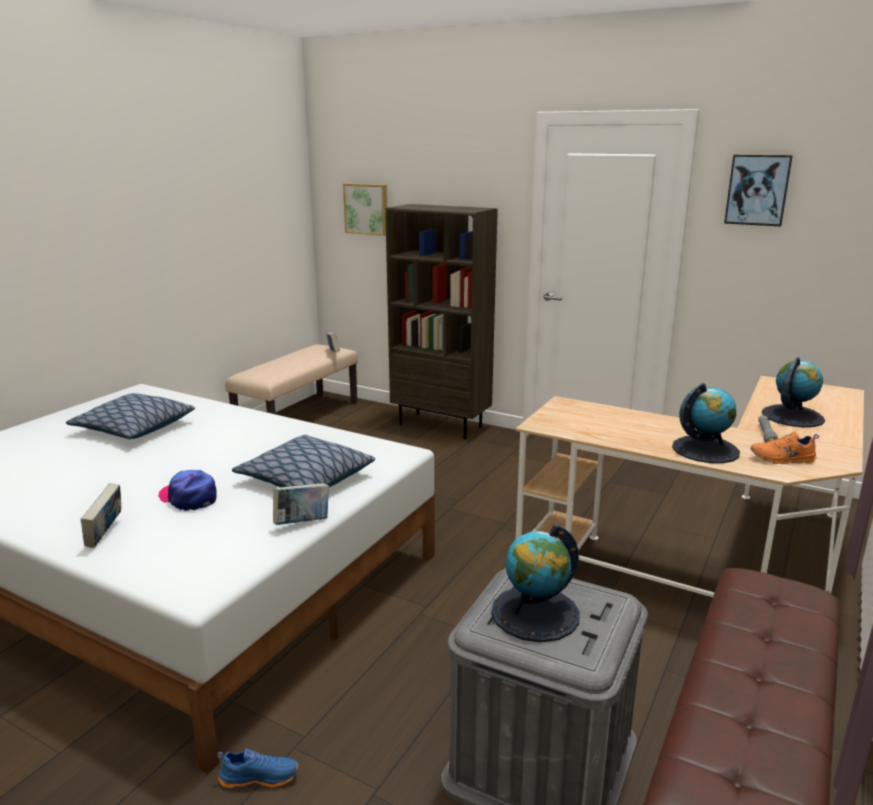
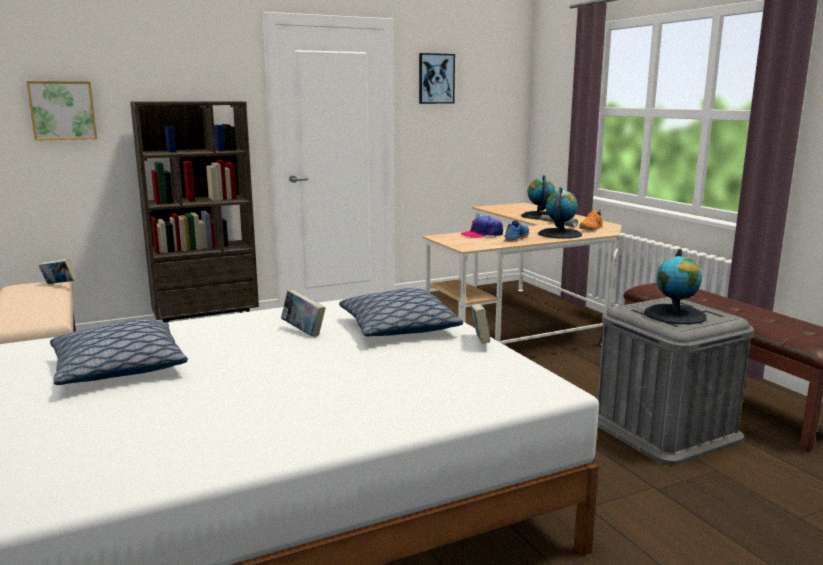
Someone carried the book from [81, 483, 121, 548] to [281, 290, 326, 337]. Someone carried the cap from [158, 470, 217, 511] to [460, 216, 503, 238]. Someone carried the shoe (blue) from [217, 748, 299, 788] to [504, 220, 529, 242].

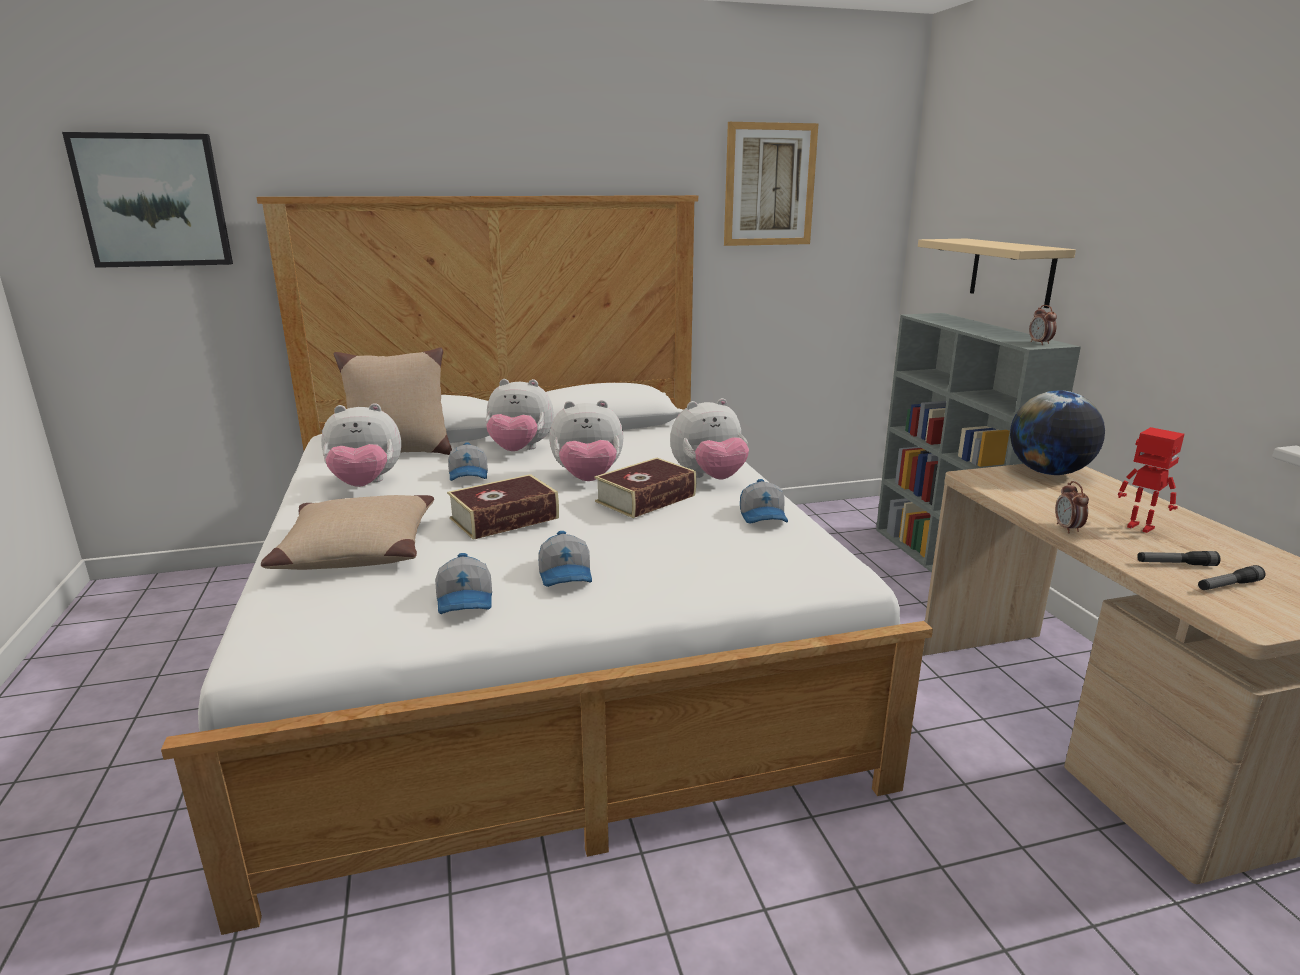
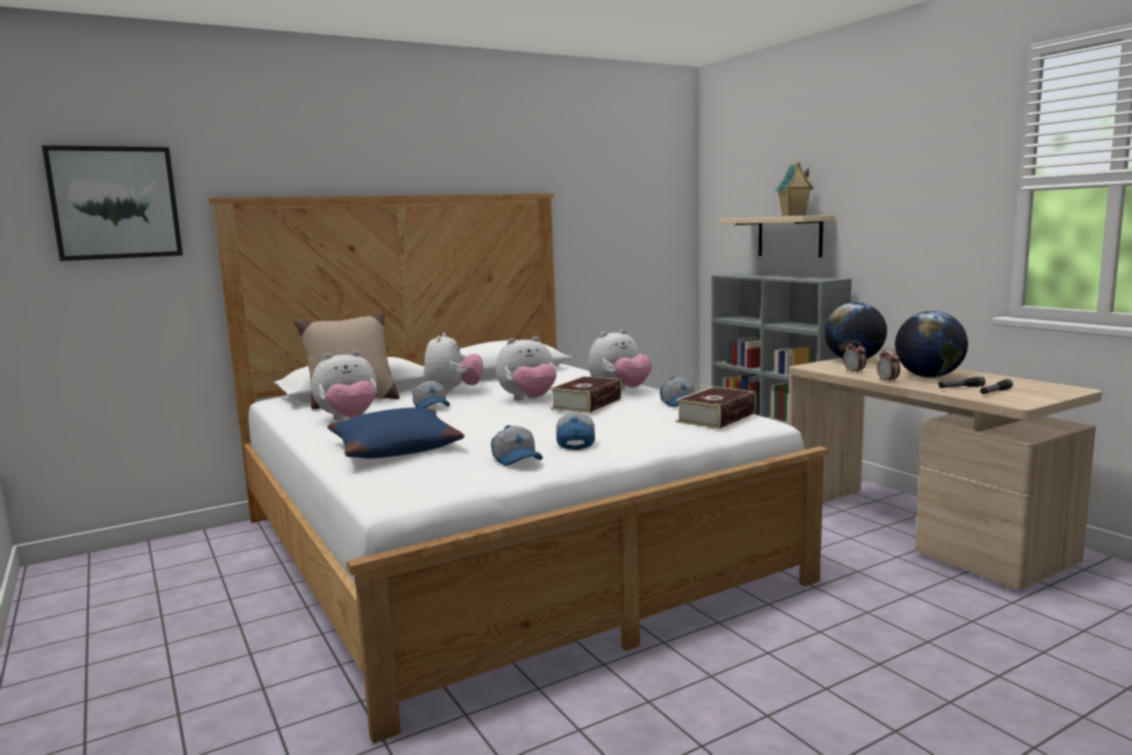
Someone took away the picture at [724, 122, 819, 246]. Someone put down the toy house at [776, 162, 813, 216]. Someone carried the book from [447, 474, 559, 540] to [676, 387, 756, 429]. Someone carried the alarm clock from [1029, 305, 1057, 345] to [843, 341, 867, 374]. Someone swapped the toy robot at [1118, 427, 1185, 533] for the globe at [895, 311, 968, 378]. Someone repainted the pillow (beige) at [261, 495, 434, 570], which became the pillow (blue) at [327, 408, 464, 458]. Someone rotated the plush toy at [485, 379, 554, 451] by 75 degrees counterclockwise. Someone rotated the cap at [539, 531, 592, 587] by 150 degrees counterclockwise.

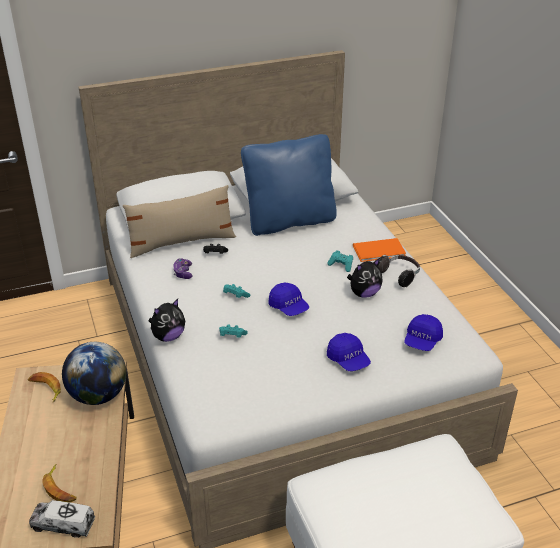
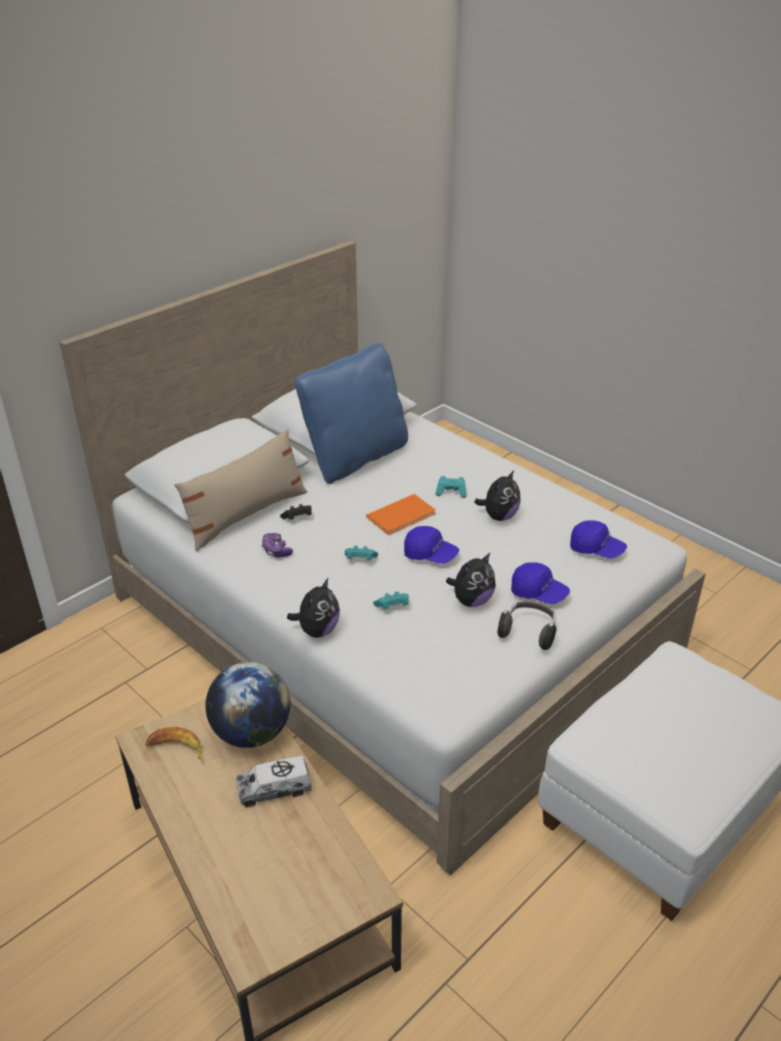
Someone took away the banana at [42, 464, 77, 503]. Someone put down the plush toy at [446, 553, 496, 607]. Someone carried the toy truck from [29, 500, 95, 538] to [236, 756, 312, 808]. Someone carried the book (orange) from [353, 238, 406, 262] to [366, 494, 436, 535]. Someone carried the headphones from [378, 255, 420, 287] to [497, 602, 557, 650]. Someone rotated the cap (blue) at [404, 314, 443, 351] by 60 degrees counterclockwise.

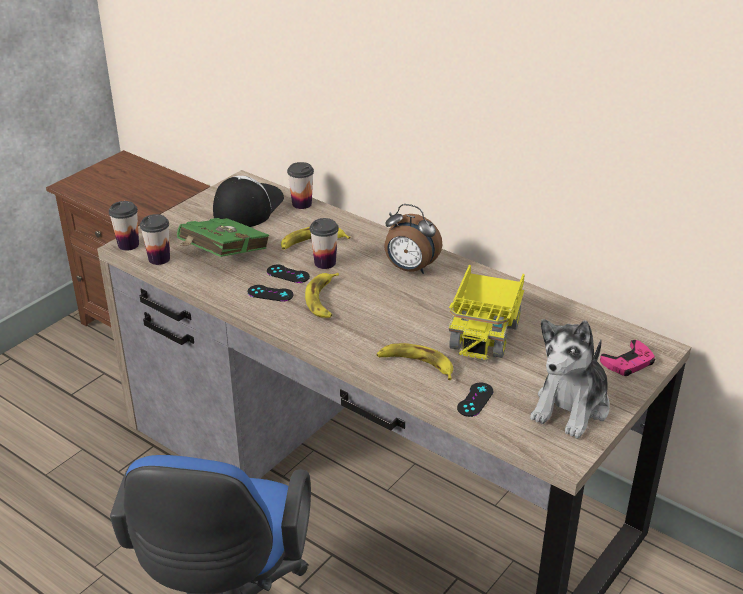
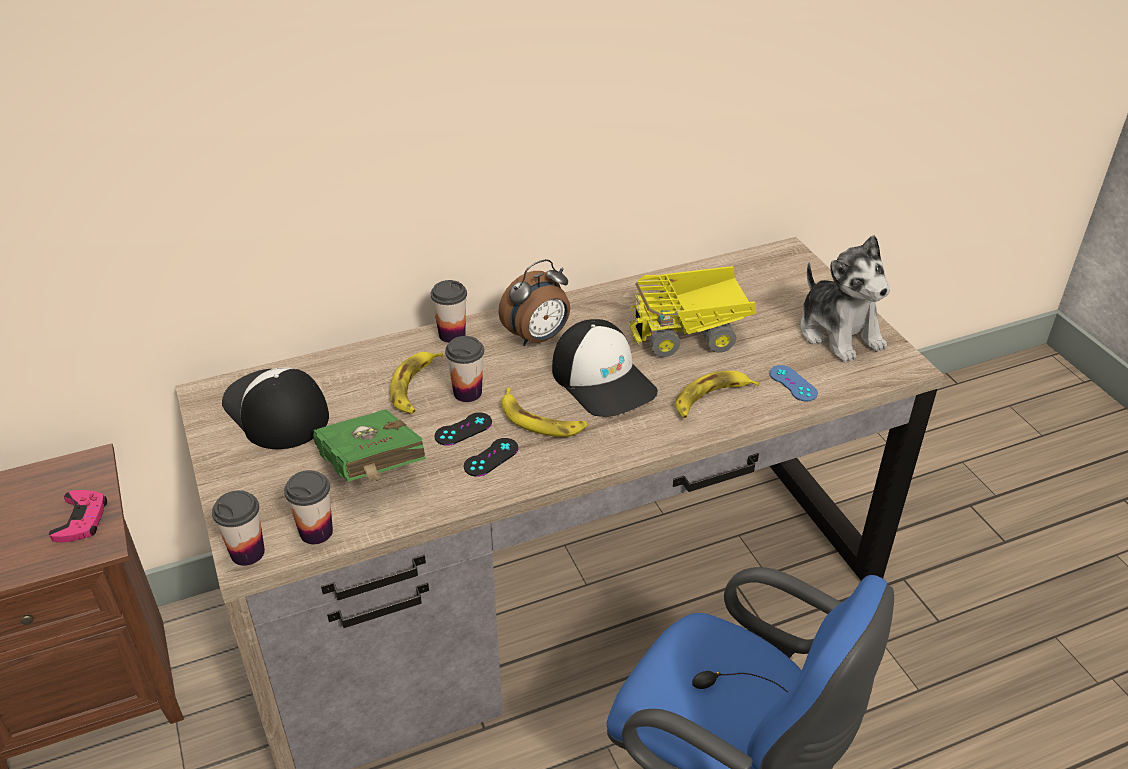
Someone put down the cap at [552, 319, 658, 417]. Someone carried the cup from [287, 162, 314, 209] to [431, 280, 467, 343]. Someone carried the game controller (pink) from [600, 340, 655, 376] to [49, 490, 107, 542]. Someone repainted the game controller (black) at [457, 382, 493, 417], which became the game controller (blue) at [769, 365, 818, 401]. Someone rotated the toy truck at [449, 265, 525, 361] by 120 degrees clockwise.

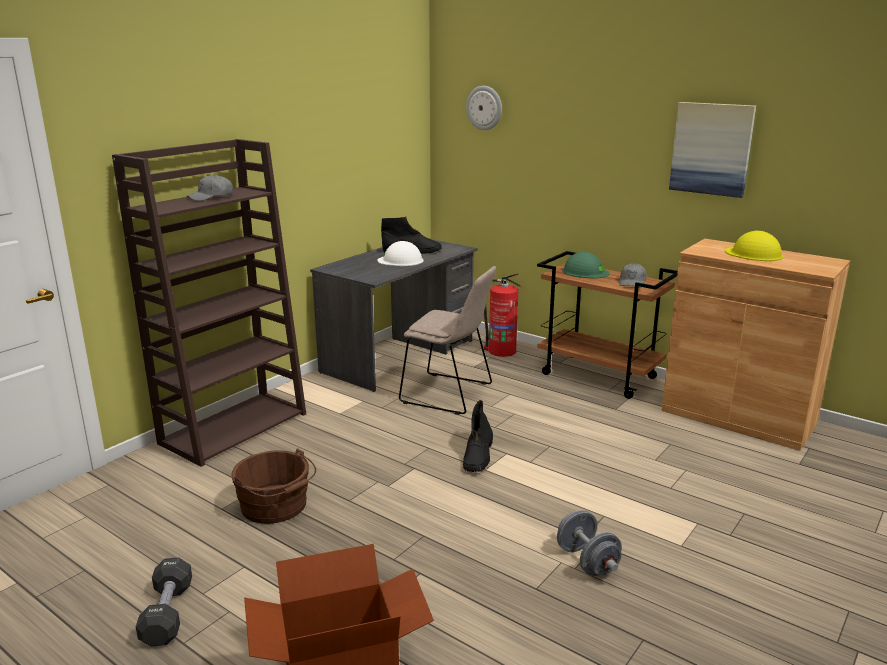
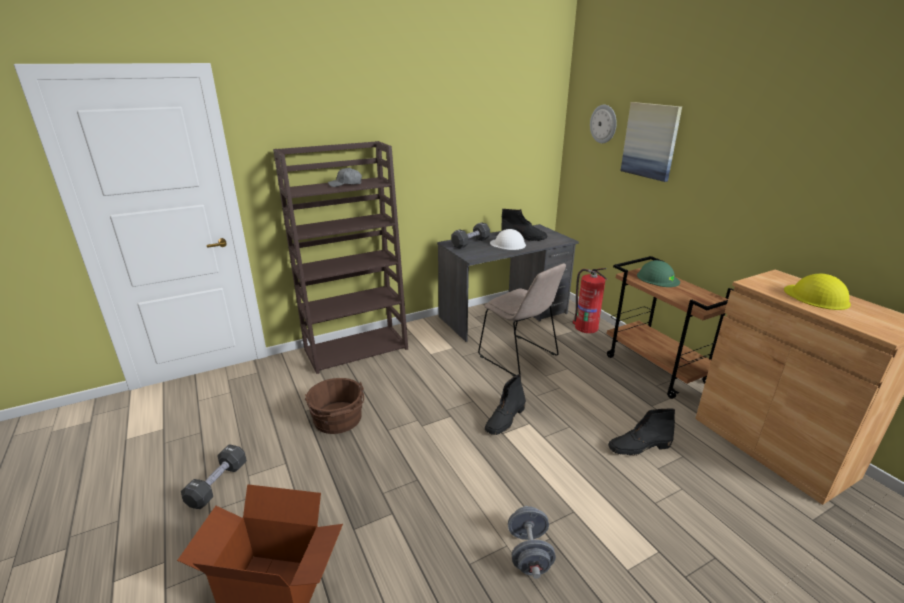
Someone took away the cap (grey) at [619, 263, 646, 288]. Someone put down the dumbbell (black) at [451, 222, 490, 249]. Someone put down the boot (black) at [608, 408, 675, 456]. Someone carried the picture from [669, 102, 756, 198] to [621, 102, 682, 182].

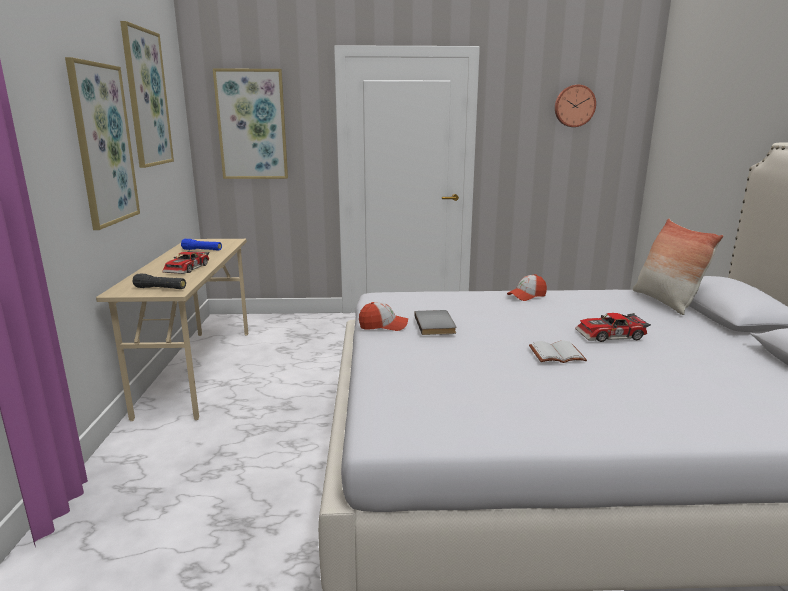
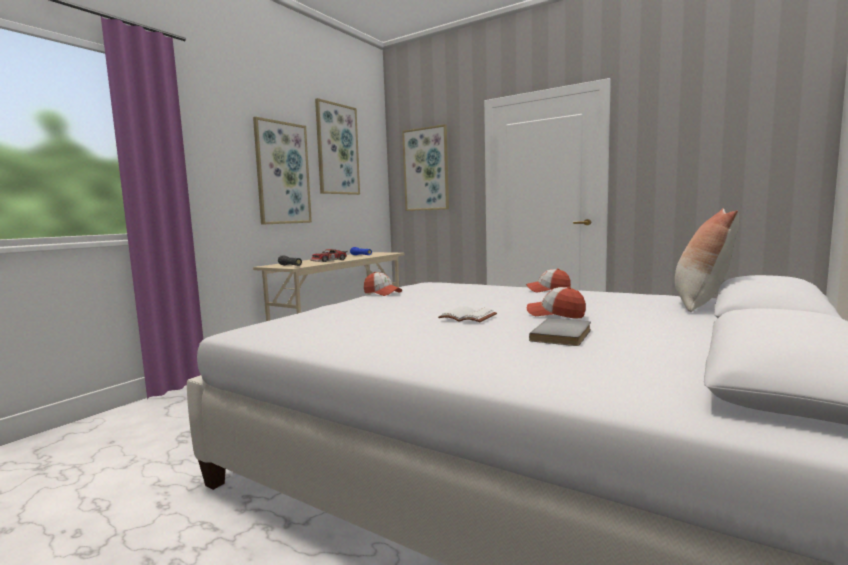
Someone took away the wall clock at [555, 85, 596, 127]. Someone carried the book (grey) from [414, 310, 456, 335] to [529, 318, 591, 346]. Someone swapped the toy car at [575, 313, 651, 342] for the cap at [527, 287, 586, 318].

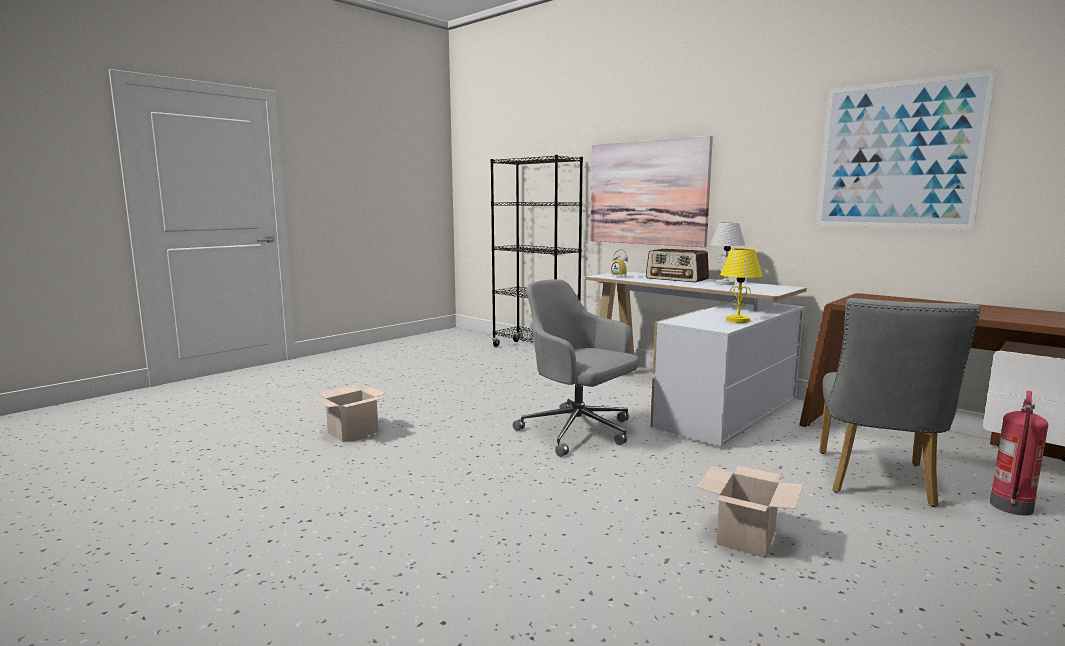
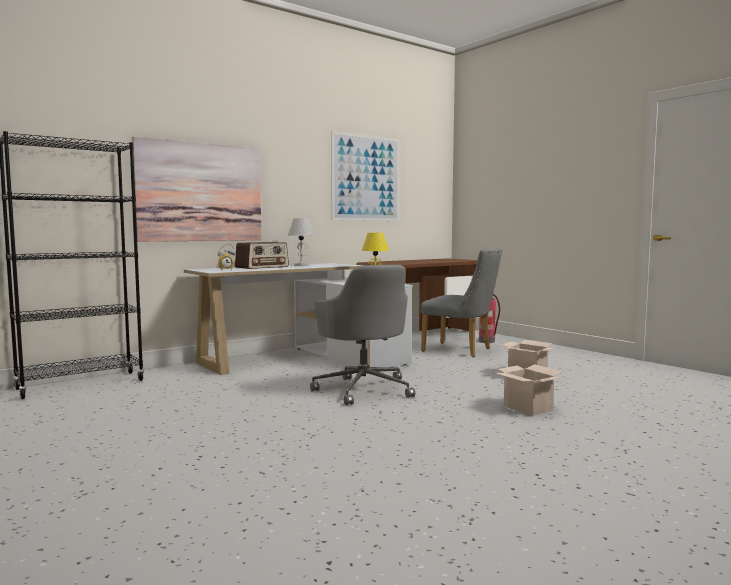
Someone carried the cardboard box from [316, 385, 386, 442] to [495, 364, 563, 416]. Someone rotated the office chair (grey) at [513, 279, 639, 457] by 75 degrees counterclockwise.

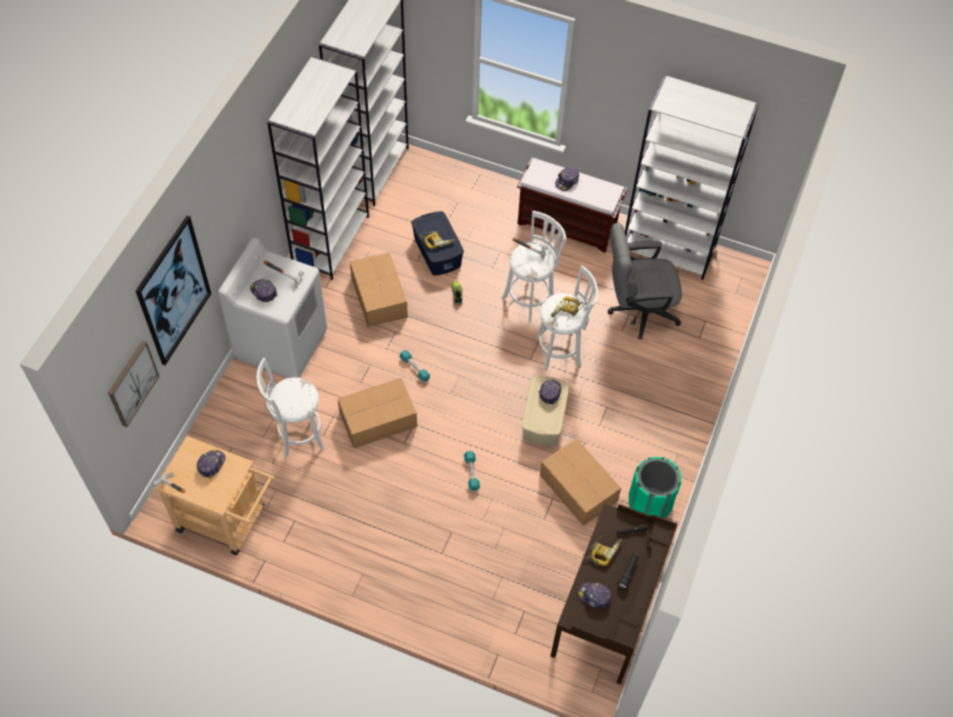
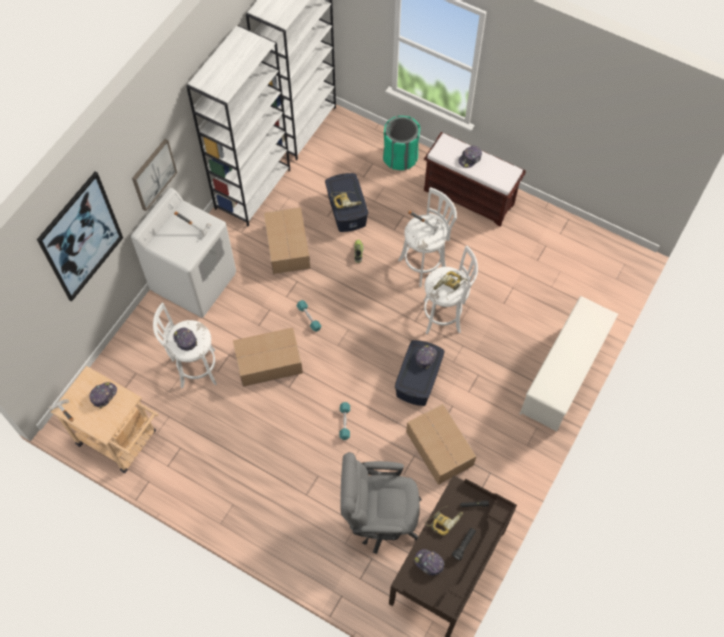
Someone took away the bookcase (white) at [625, 76, 759, 280]. Someone put down the shoe rack (white) at [520, 296, 618, 431]. Someone carried the picture from [108, 341, 160, 427] to [132, 139, 177, 211]. Someone carried the cap from [250, 279, 277, 302] to [173, 328, 197, 351]. Someone carried the office chair (grey) from [608, 223, 682, 339] to [340, 452, 422, 554]. Someone carried the trash can (green) from [629, 457, 681, 518] to [383, 116, 420, 170]. Someone repainted the storage box (beige) at [522, 376, 569, 446], which became the storage box (blue) at [395, 340, 445, 406].

